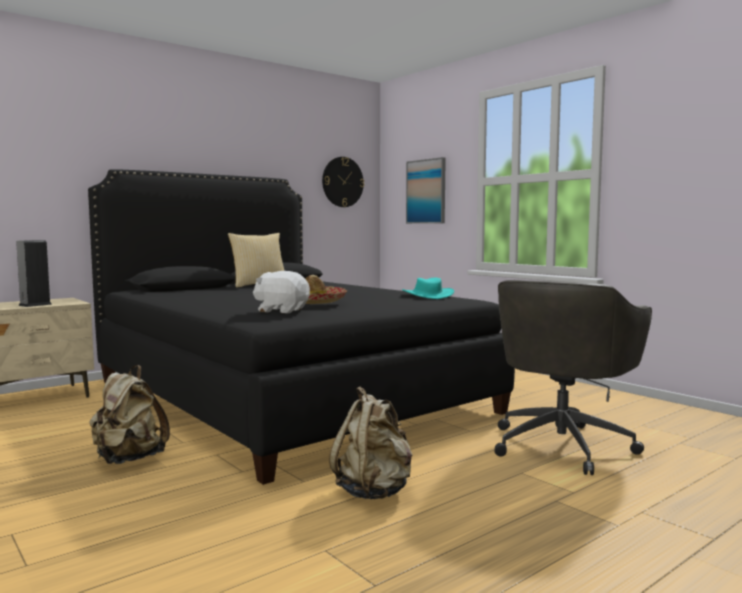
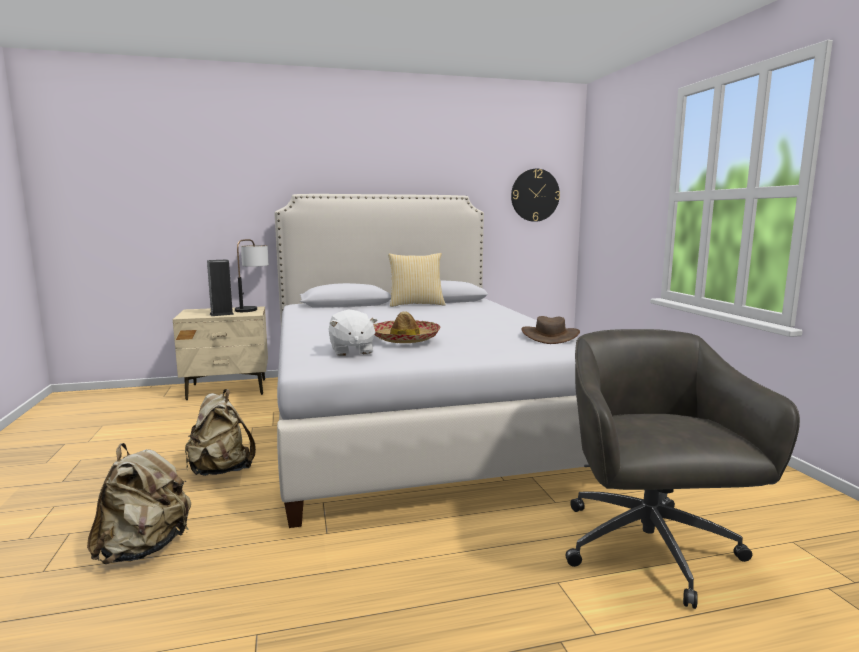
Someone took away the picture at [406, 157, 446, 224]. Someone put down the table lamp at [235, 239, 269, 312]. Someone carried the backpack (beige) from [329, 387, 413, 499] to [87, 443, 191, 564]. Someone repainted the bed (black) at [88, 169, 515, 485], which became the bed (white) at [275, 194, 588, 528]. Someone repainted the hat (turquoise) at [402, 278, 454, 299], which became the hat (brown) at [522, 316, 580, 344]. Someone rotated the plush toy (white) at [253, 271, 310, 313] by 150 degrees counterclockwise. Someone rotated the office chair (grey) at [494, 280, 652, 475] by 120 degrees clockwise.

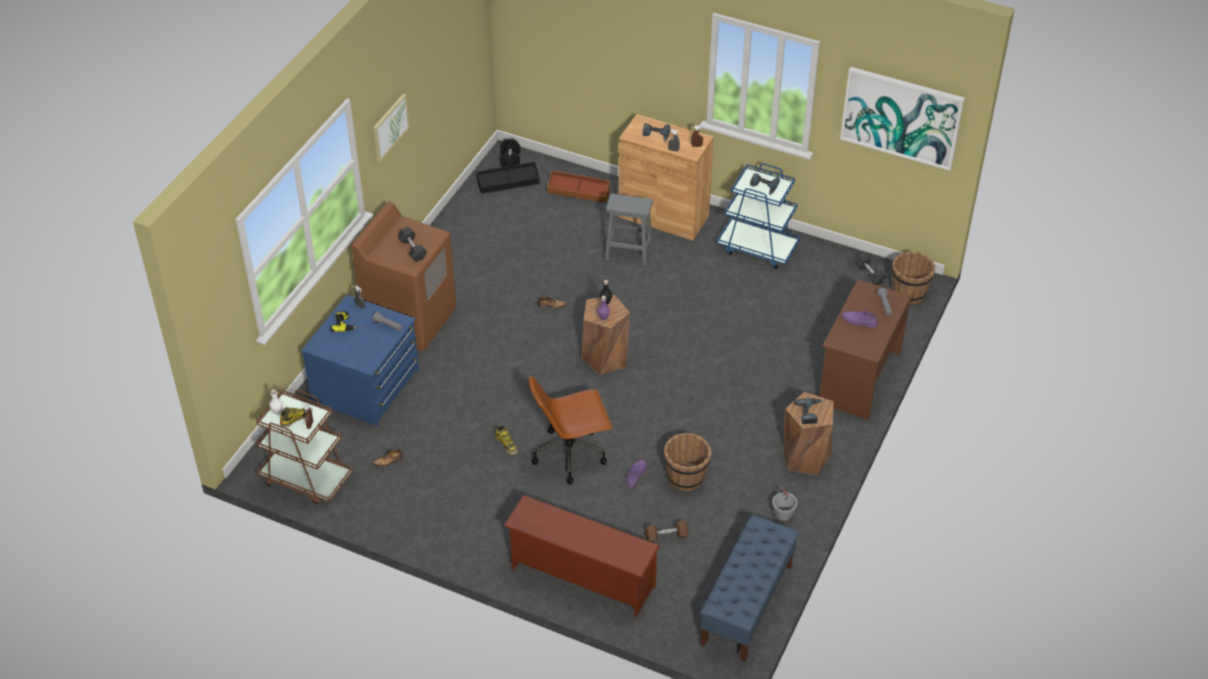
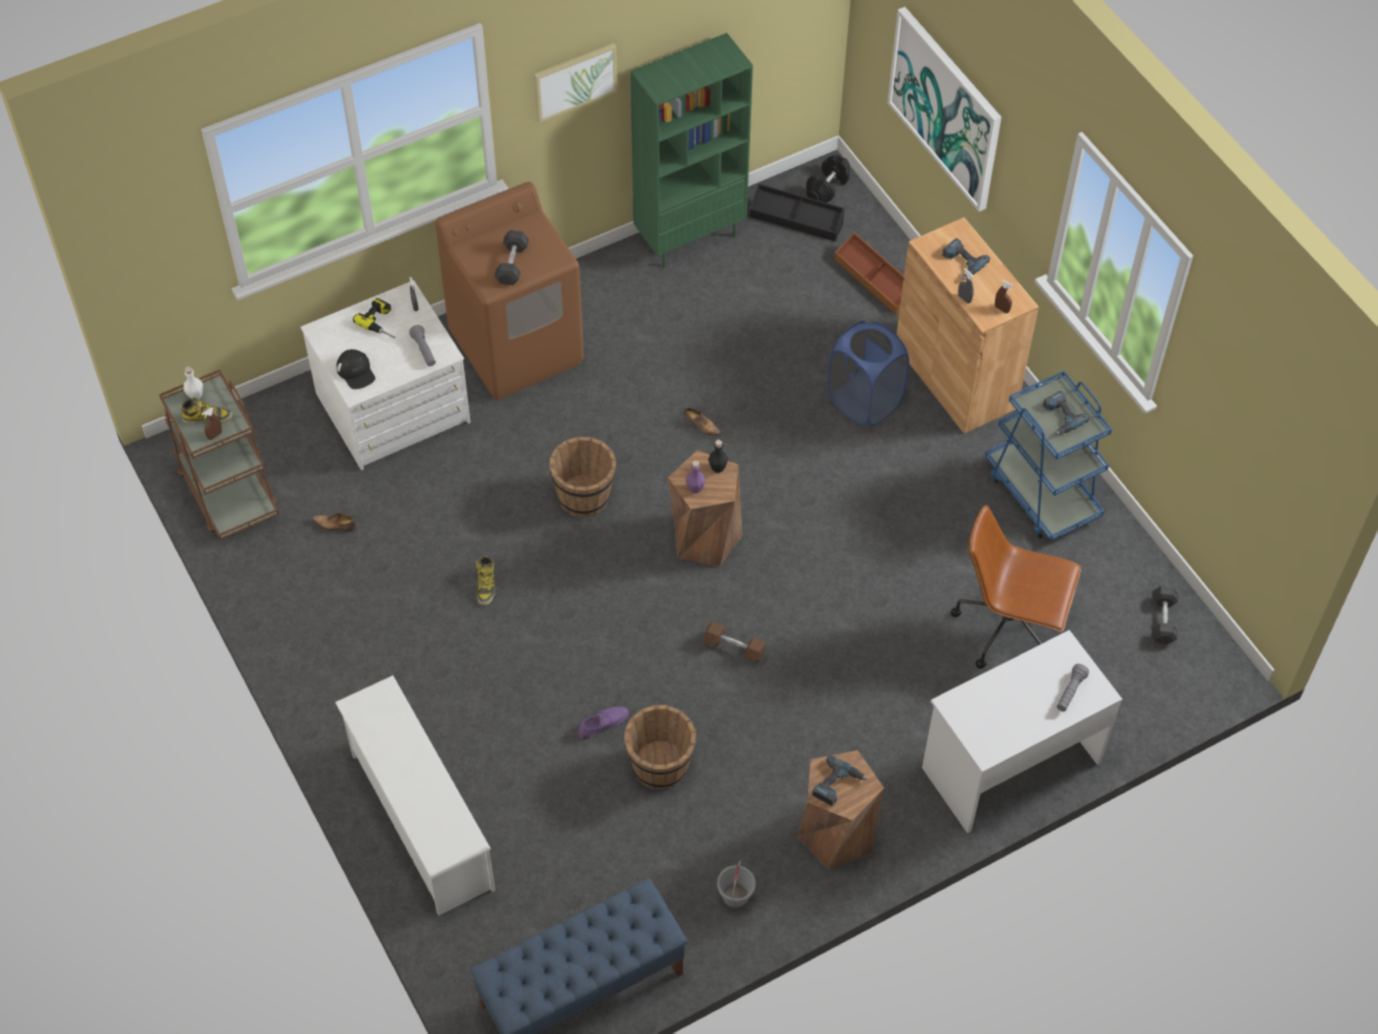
Someone took away the shoe (purple) at [842, 311, 877, 328]. Someone put down the cap (black) at [336, 349, 375, 389]. Someone put down the bookcase (green) at [630, 33, 753, 267]. Someone carried the office chair (brown) from [529, 376, 613, 484] to [951, 505, 1081, 669]. Someone carried the dumbbell (brown) from [645, 520, 688, 542] to [704, 622, 765, 663]. Someone carried the picture from [840, 67, 965, 171] to [887, 7, 1001, 212]. Someone carried the bucket (brown) from [892, 252, 936, 304] to [549, 437, 616, 517]. Someone swapped the stool (grey) at [605, 193, 653, 265] for the laundry basket (blue) at [827, 321, 909, 426]. Someone repainted the dresser (blue) at [301, 295, 419, 426], which became the dresser (white) at [300, 280, 470, 470]. Someone repainted the shoe rack (brown) at [504, 495, 660, 617], which became the shoe rack (white) at [335, 675, 495, 915]. Someone repainted the desk (brown) at [819, 279, 911, 420], which became the desk (white) at [922, 630, 1122, 833].

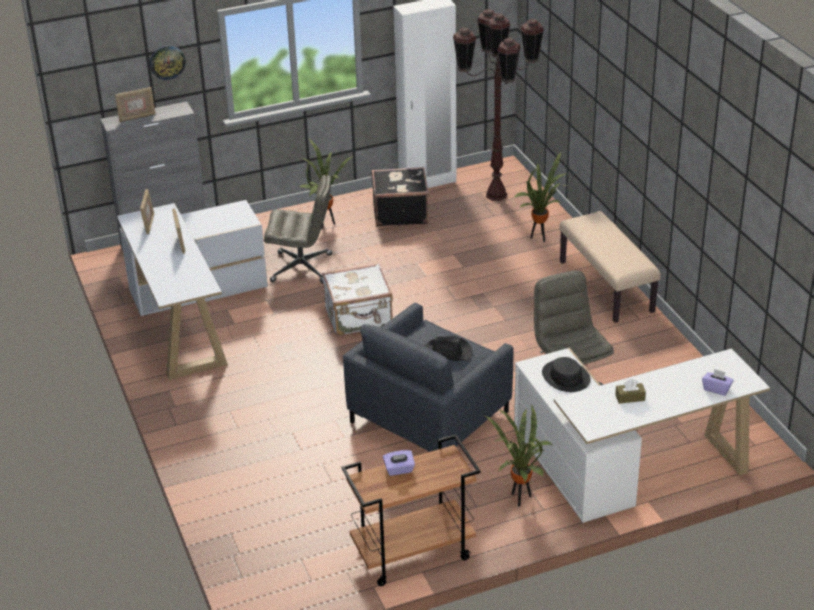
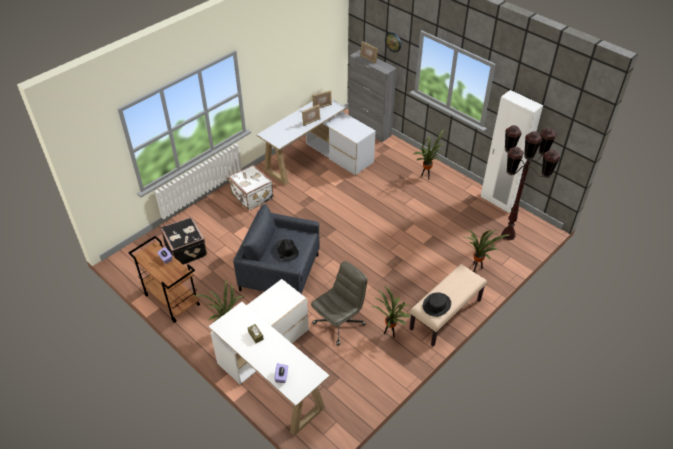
Someone took away the office chair (grey) at [264, 175, 332, 284]. Someone put down the potted plant at [371, 286, 411, 338]. Someone carried the suitcase (white) from [322, 263, 393, 336] to [228, 164, 274, 210]. Someone carried the suitcase (black) from [371, 167, 429, 227] to [161, 217, 207, 265]. Someone carried the hat (black) from [542, 357, 591, 392] to [423, 292, 451, 317].

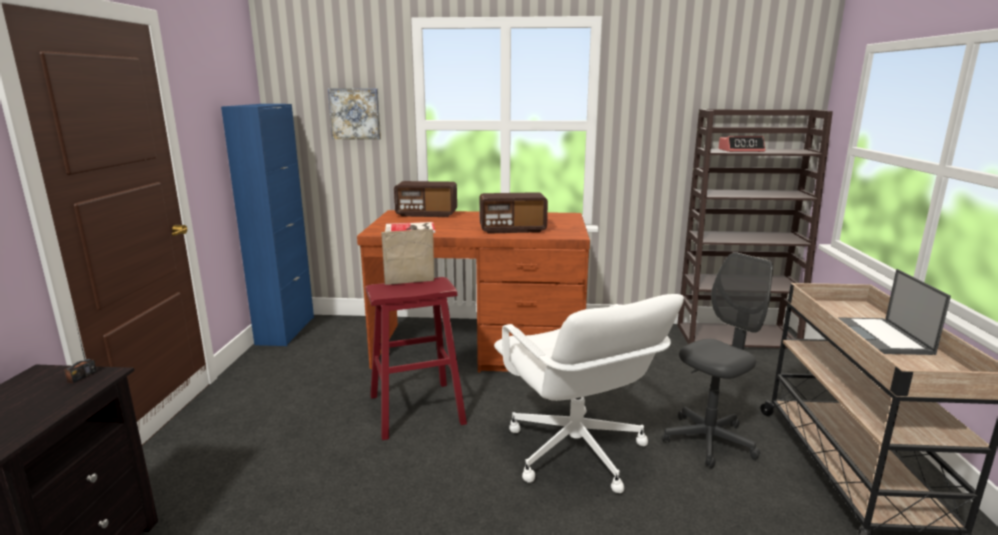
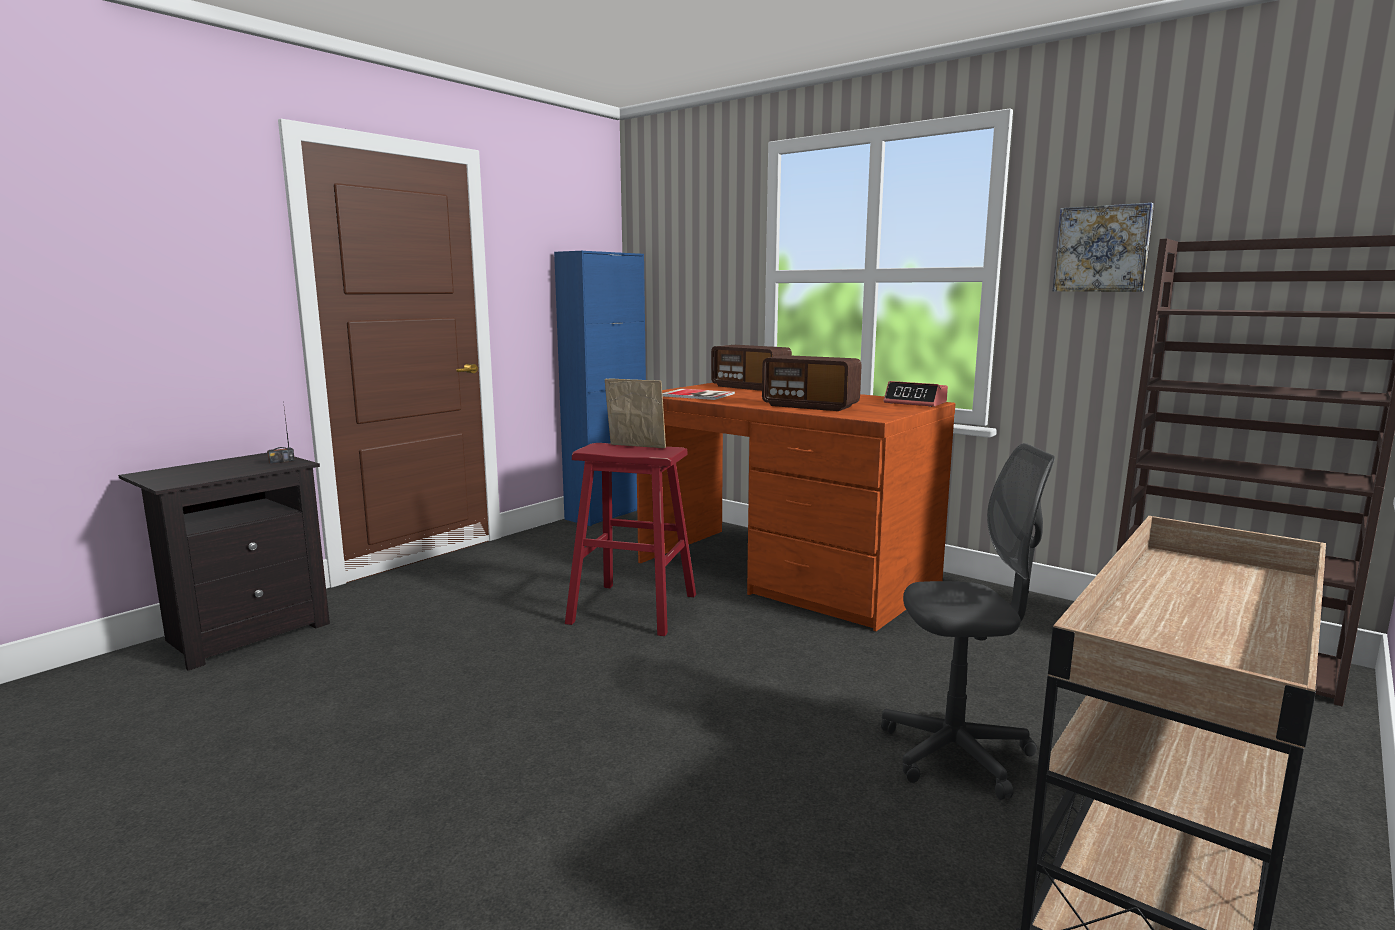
Someone took away the office chair (white) at [494, 294, 684, 493]. Someone took away the laptop at [837, 269, 951, 355]. Someone carried the picture from [328, 88, 381, 140] to [1053, 203, 1154, 292]. Someone carried the alarm clock from [718, 136, 765, 152] to [884, 381, 948, 407].

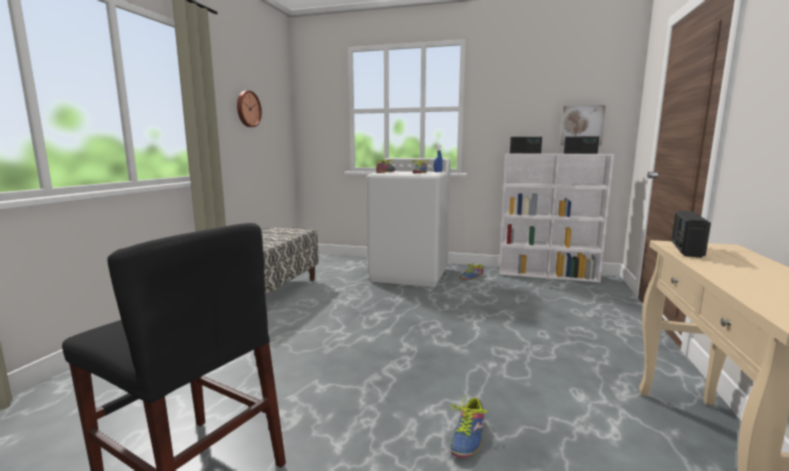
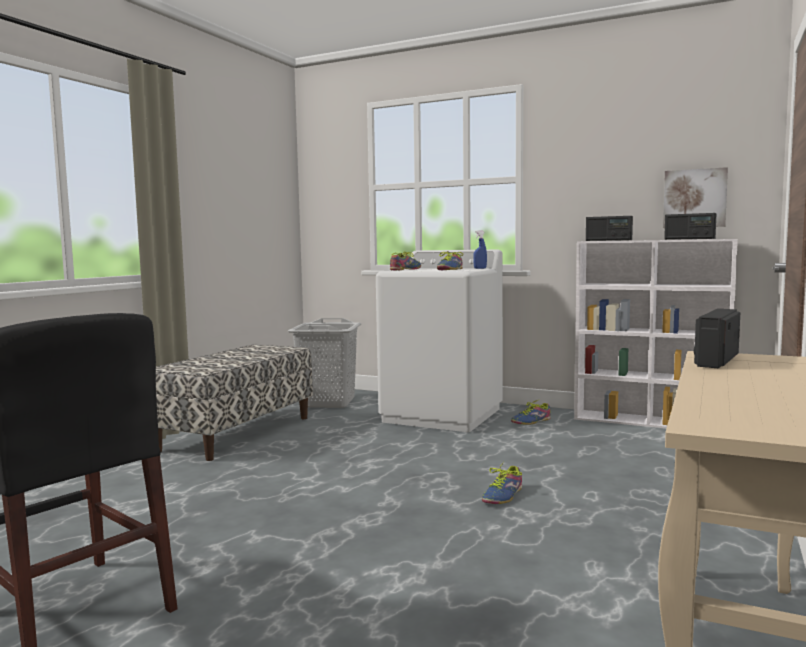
Someone took away the wall clock at [237, 91, 262, 127]. Someone put down the laundry basket (grey) at [288, 318, 361, 408]. Someone carried the shoe from [450, 394, 487, 458] to [482, 461, 522, 504].

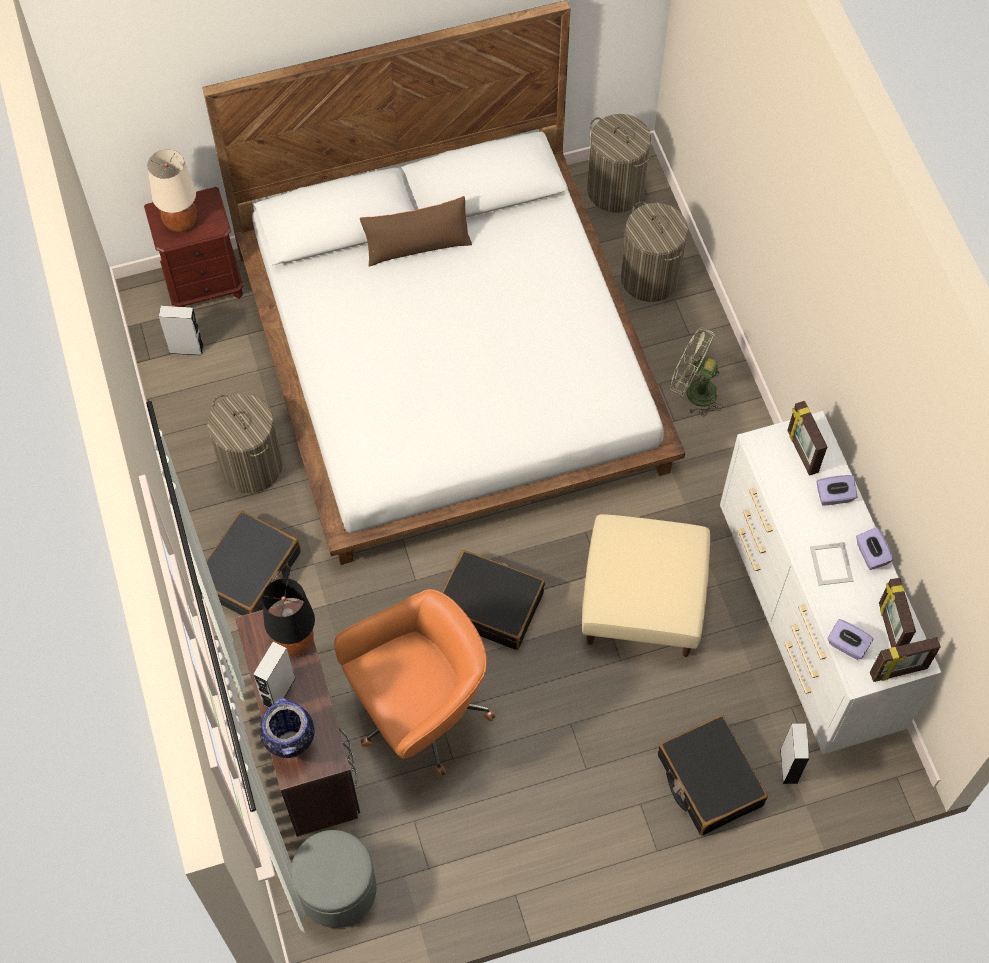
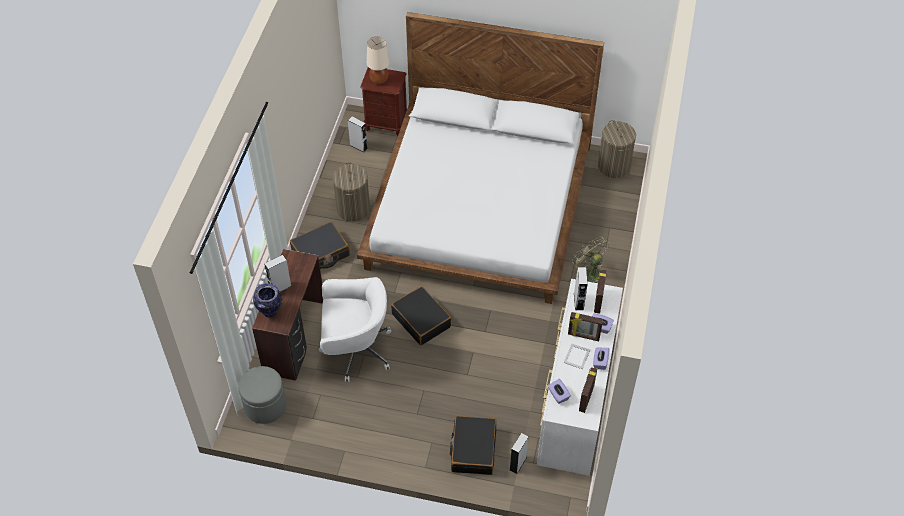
Someone took away the table lamp (black) at [262, 578, 315, 656]. Someone took away the pillow (brown) at [360, 196, 472, 267]. Someone took away the ottoman (beige) at [582, 514, 710, 657]. Someone took away the laundry basket at [621, 201, 688, 302]. Someone put down the speaker (grey) at [574, 267, 588, 311]. Someone carried the picture frame from [870, 637, 941, 682] to [568, 312, 603, 341]. Someone repainted the office chair (orange) at [334, 589, 496, 777], which became the office chair (white) at [319, 277, 392, 382].

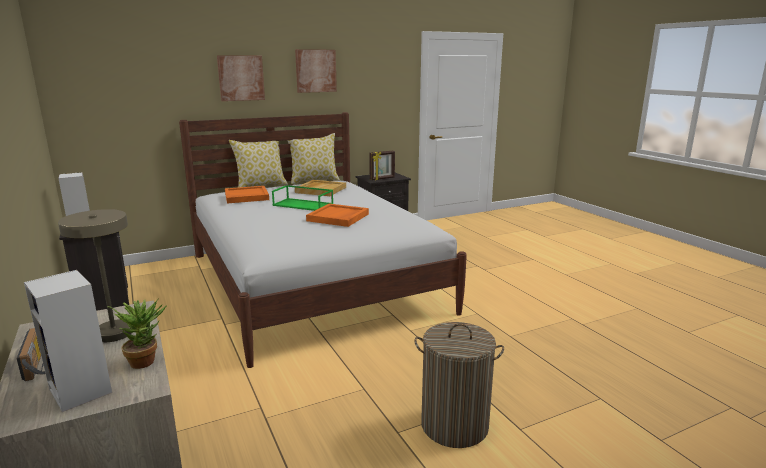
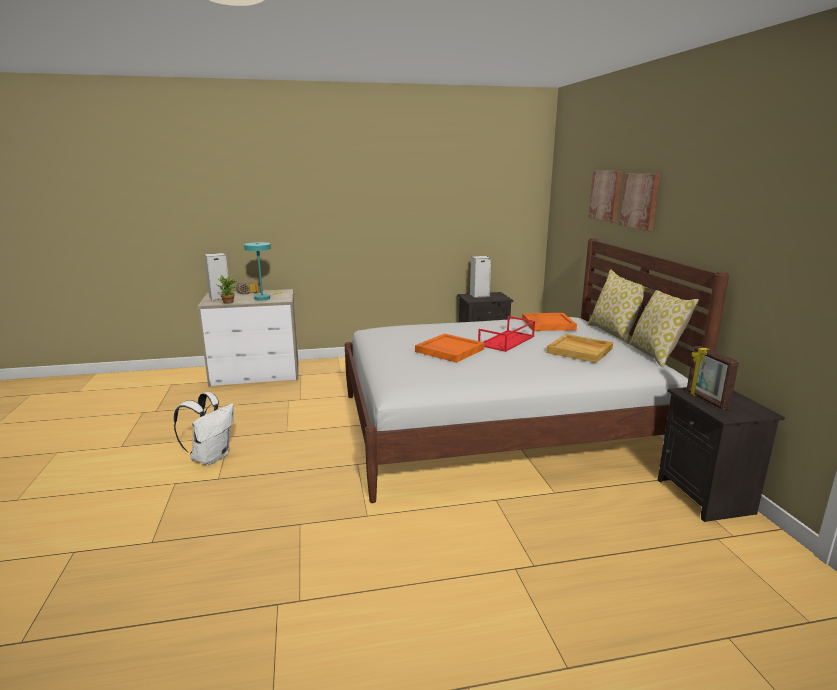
Someone carried the picture from [295, 49, 337, 93] to [589, 170, 622, 222]. Someone swapped the laundry basket at [414, 322, 504, 448] for the backpack (white) at [174, 392, 234, 465]. Someone repainted the table lamp (beige) at [58, 209, 131, 342], which became the table lamp (turquoise) at [244, 242, 281, 301]. Someone repainted the tray (green) at [272, 185, 334, 211], which became the tray (red) at [478, 316, 535, 352].

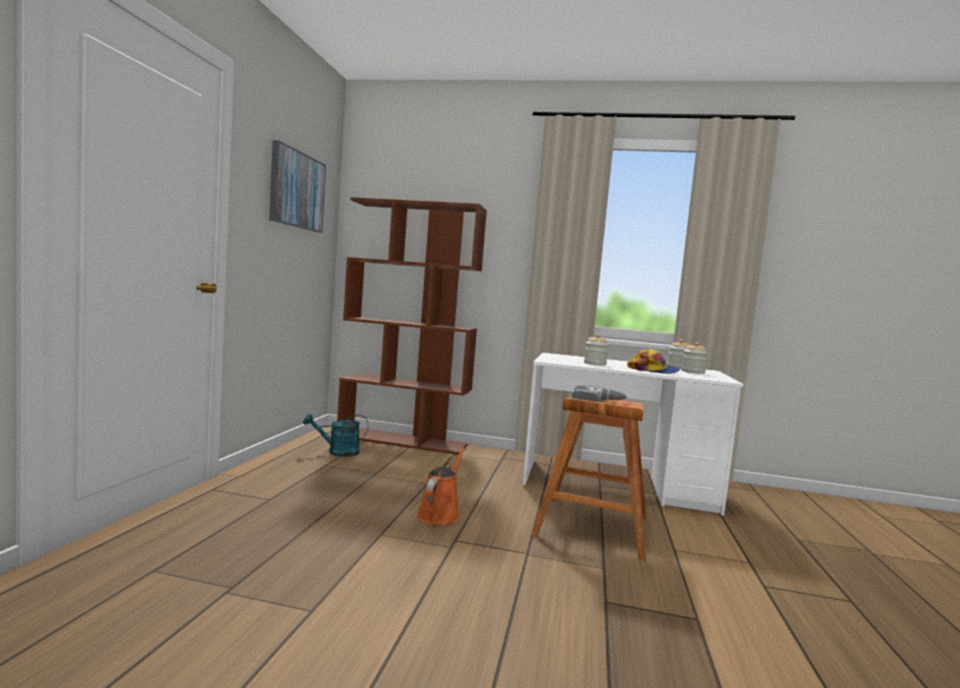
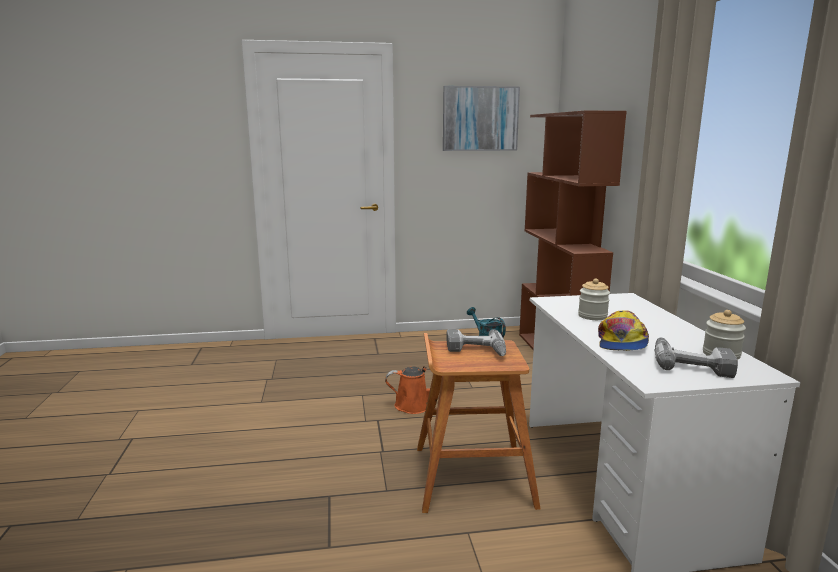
Someone swapped the jar at [682, 342, 708, 374] for the power drill at [655, 338, 738, 378].

